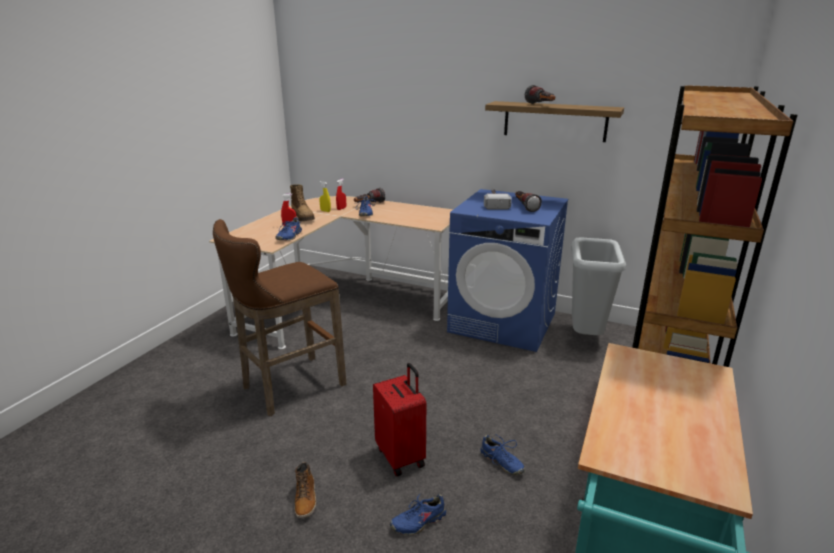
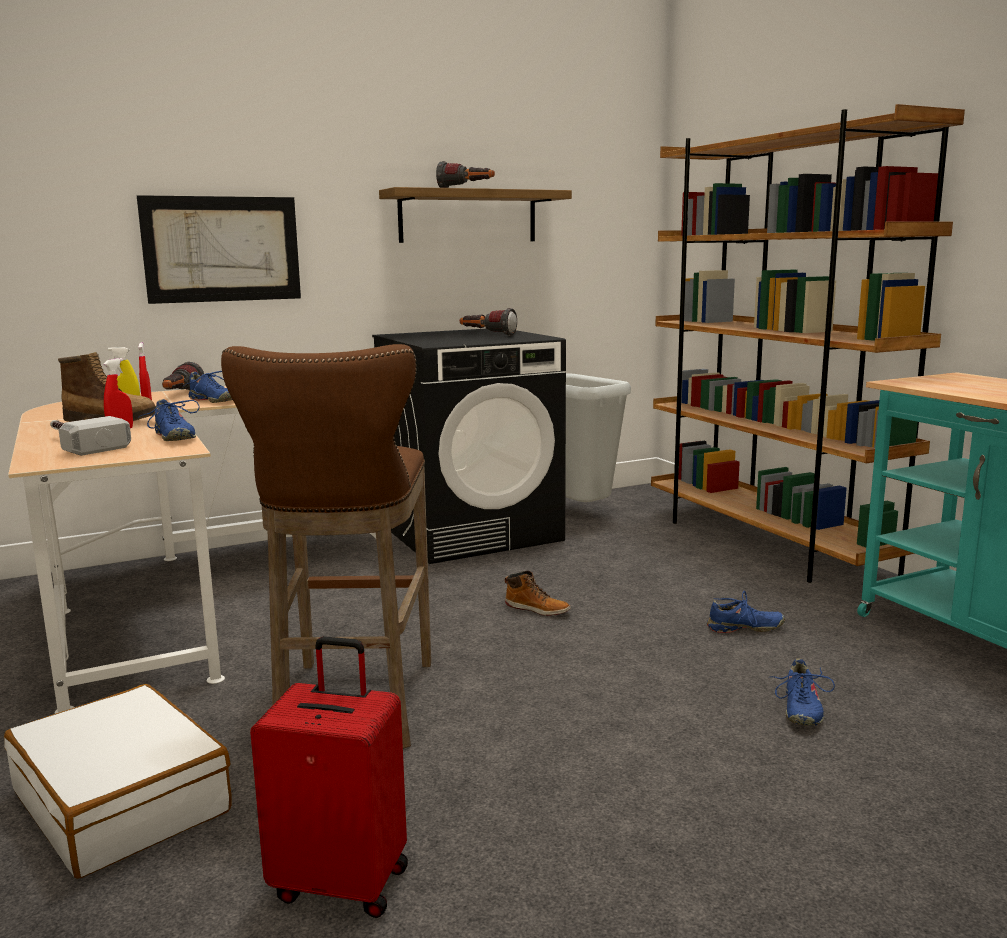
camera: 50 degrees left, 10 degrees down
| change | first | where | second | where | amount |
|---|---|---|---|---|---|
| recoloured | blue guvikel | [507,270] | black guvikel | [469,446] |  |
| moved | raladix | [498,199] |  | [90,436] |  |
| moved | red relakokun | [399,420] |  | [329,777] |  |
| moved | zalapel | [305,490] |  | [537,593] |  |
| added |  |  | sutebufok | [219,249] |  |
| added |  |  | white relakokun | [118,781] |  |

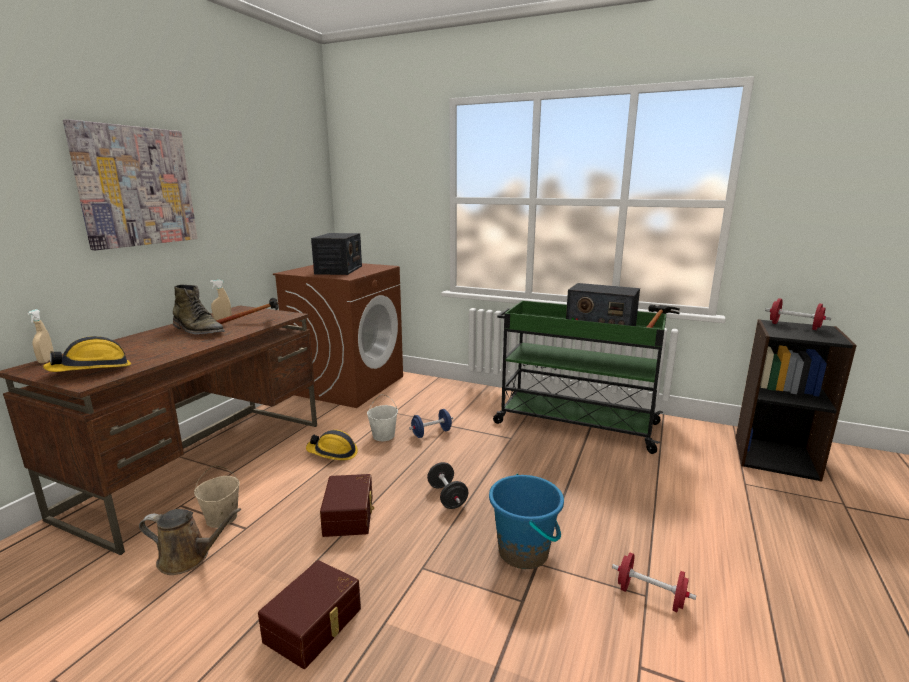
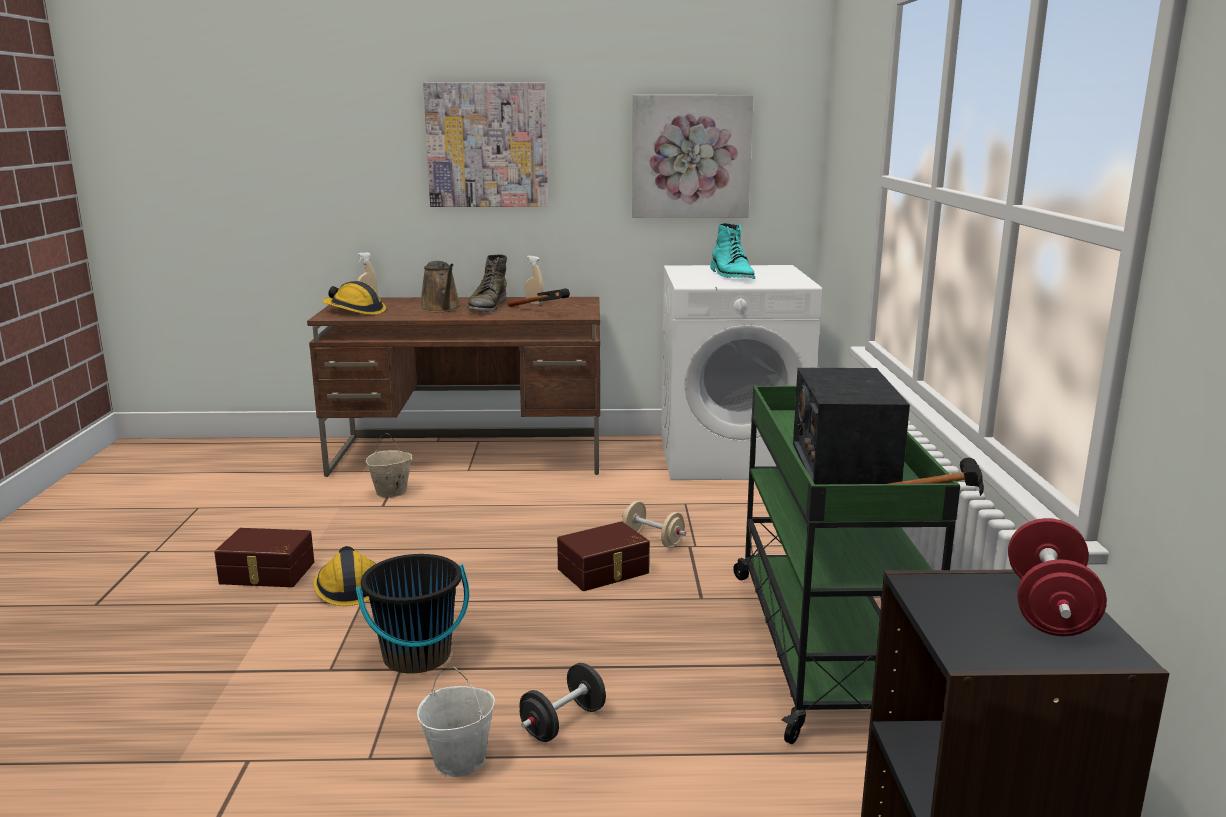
camera: 65 degrees right, 0 degrees up
| change | first | where | second | where | amount |
|---|---|---|---|---|---|
| replaced | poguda | [336,254] | turquoise zalapel | [733,251] |  |
| recoloured | brown guvikel | [338,335] | white guvikel | [741,372] |  |
| moved | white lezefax | [382,417] |  | [456,722] |  |
| recoloured | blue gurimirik | [431,423] | beige gurimirik | [654,524] |  |
| moved | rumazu | [332,445] |  | [344,576] |  |
| moved | black gurimirik | [447,485] |  | [562,702] |  |
| moved | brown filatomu | [347,505] |  | [603,556] |  |
| recoloured | blue lezefax | [526,521] | black lezefax | [412,614] |  |
| moved | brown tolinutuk | [190,541] |  | [440,286] |  |
| removed | red gurimirik | [654,582] |  |  |  |
| added |  |  | sutebufok | [693,156] |  |

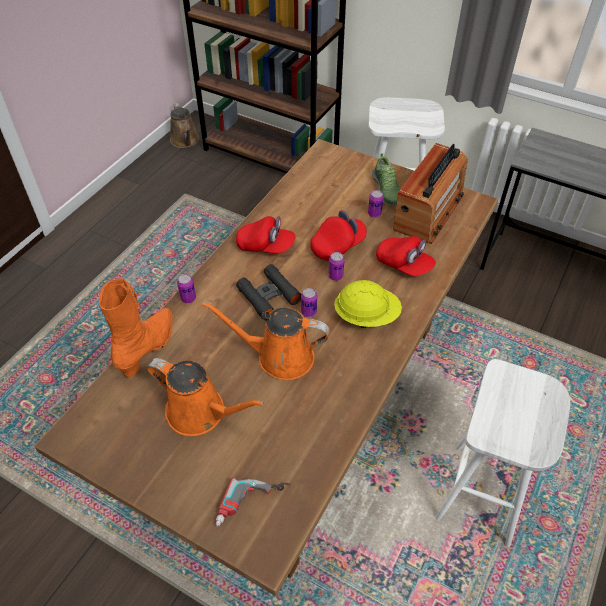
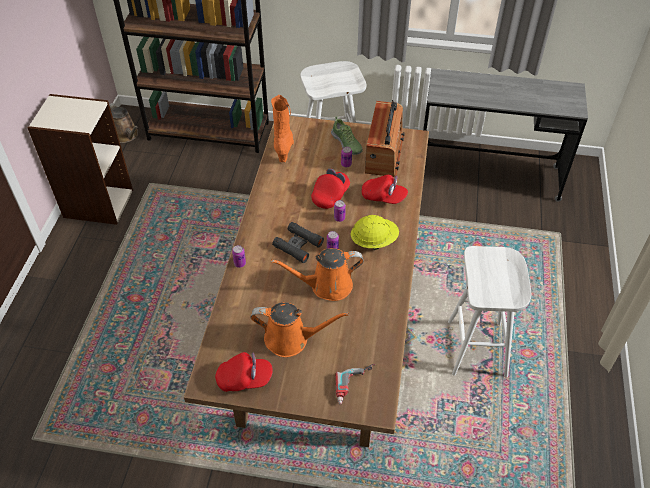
camera: 20 degrees left, 0 degrees up
| change | first | where | second | where | amount |
|---|---|---|---|---|---|
| moved | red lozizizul | [266,235] |  | [244,372] |  |
| moved | orange zalapel | [136,327] |  | [282,128] |  |
| added |  |  | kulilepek | [80,159] |  |

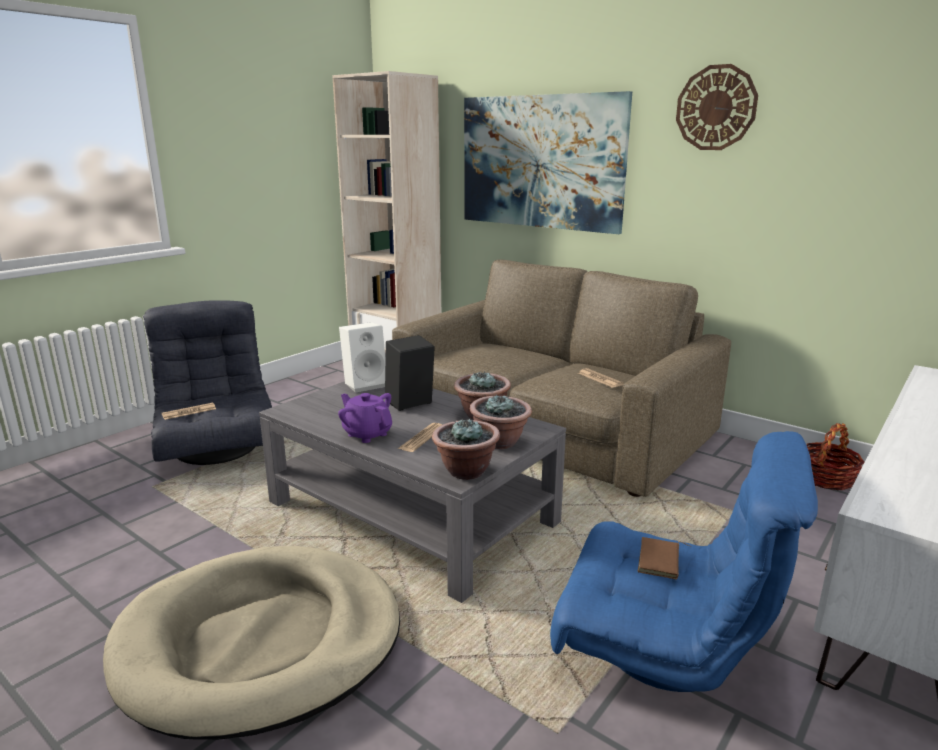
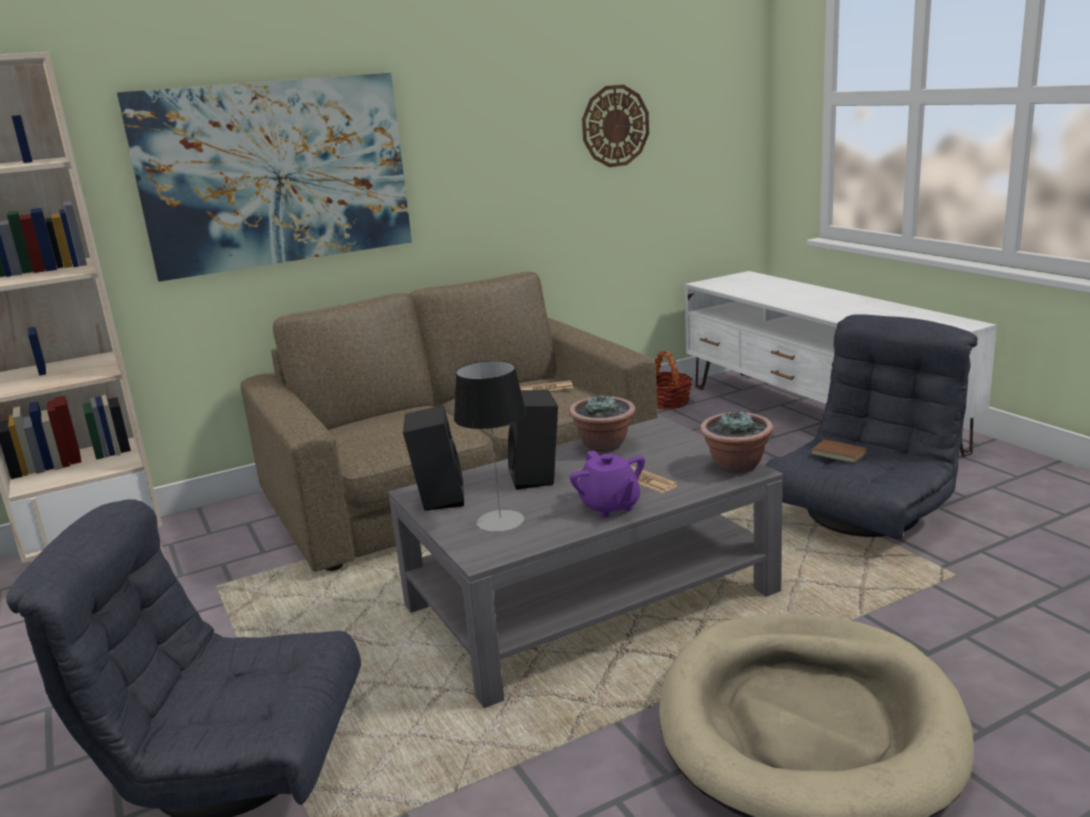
camera: 65 degrees left, 0 degrees up
| change | first | where | second | where | amount |
|---|---|---|---|---|---|
| moved | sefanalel | [717,107] |  | [615,126] |  |
| recoloured | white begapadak | [362,357] | black begapadak | [433,458] |  |
| turned | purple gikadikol | [365,418] |  | [607,484] | 90 degrees counterclockwise |
| removed | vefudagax | [501,421] |  |  |  |
| removed | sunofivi | [189,411] |  |  |  |
| recoloured | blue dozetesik | [684,561] | grey dozetesik | [871,426] |  |
| added |  |  | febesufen | [490,446] |  |

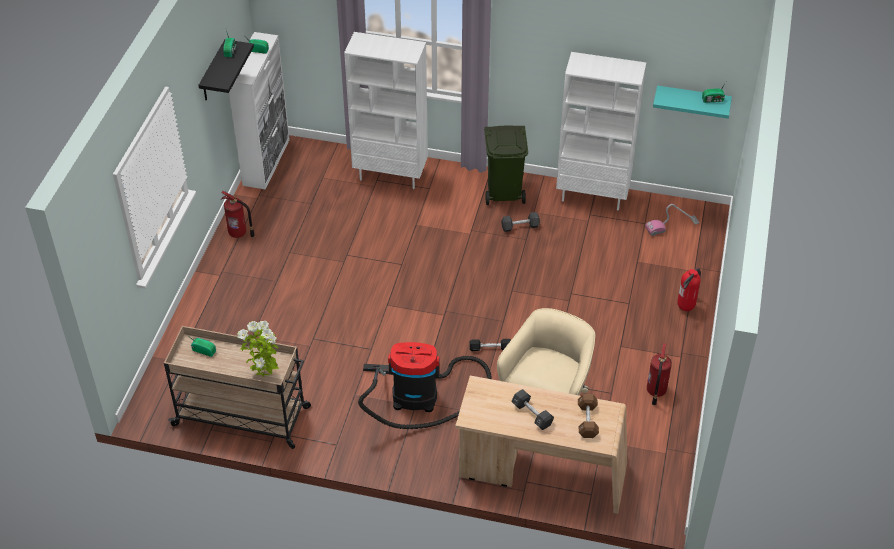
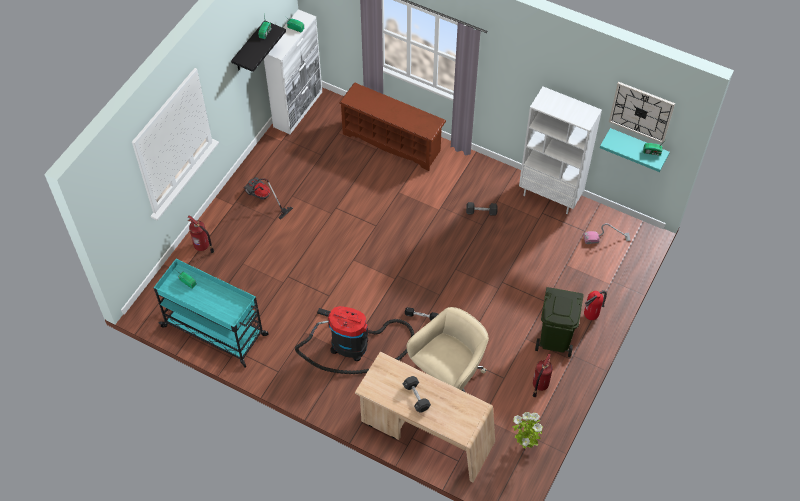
camera: 15 degrees right, 10 degrees up
| change | first | where | second | where | amount |
|---|---|---|---|---|---|
| replaced | white kulilepek | [386,110] | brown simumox | [392,127] |  |
| moved | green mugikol | [506,165] |  | [559,322] |  |
| moved | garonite | [238,214] |  | [201,234] |  |
| moved | vefudagax | [258,349] |  | [527,430] |  |
| recoloured | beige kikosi | [237,387] | turquoise kikosi | [211,313] |  |
| removed | brown gurimirik | [588,416] |  |  |  |
| added |  |  | sefanalel | [642,112] |  |
| added |  |  | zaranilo | [268,198] |  |

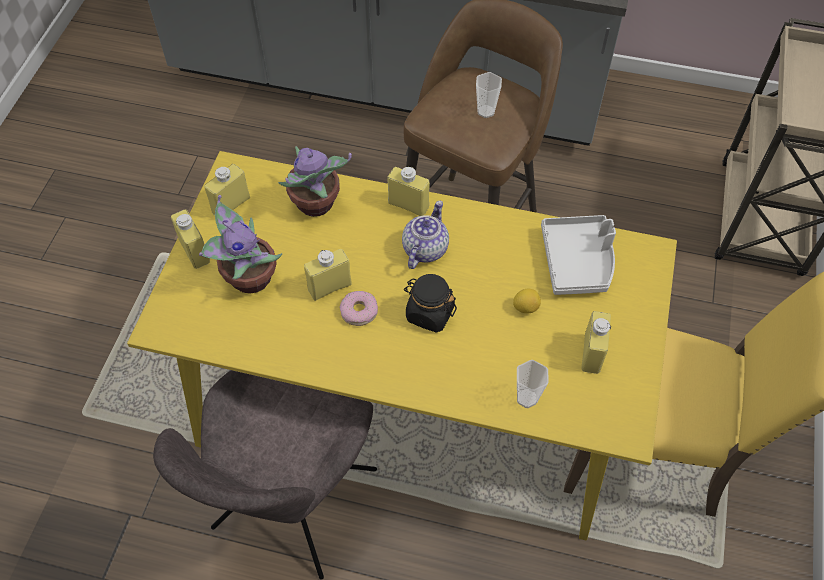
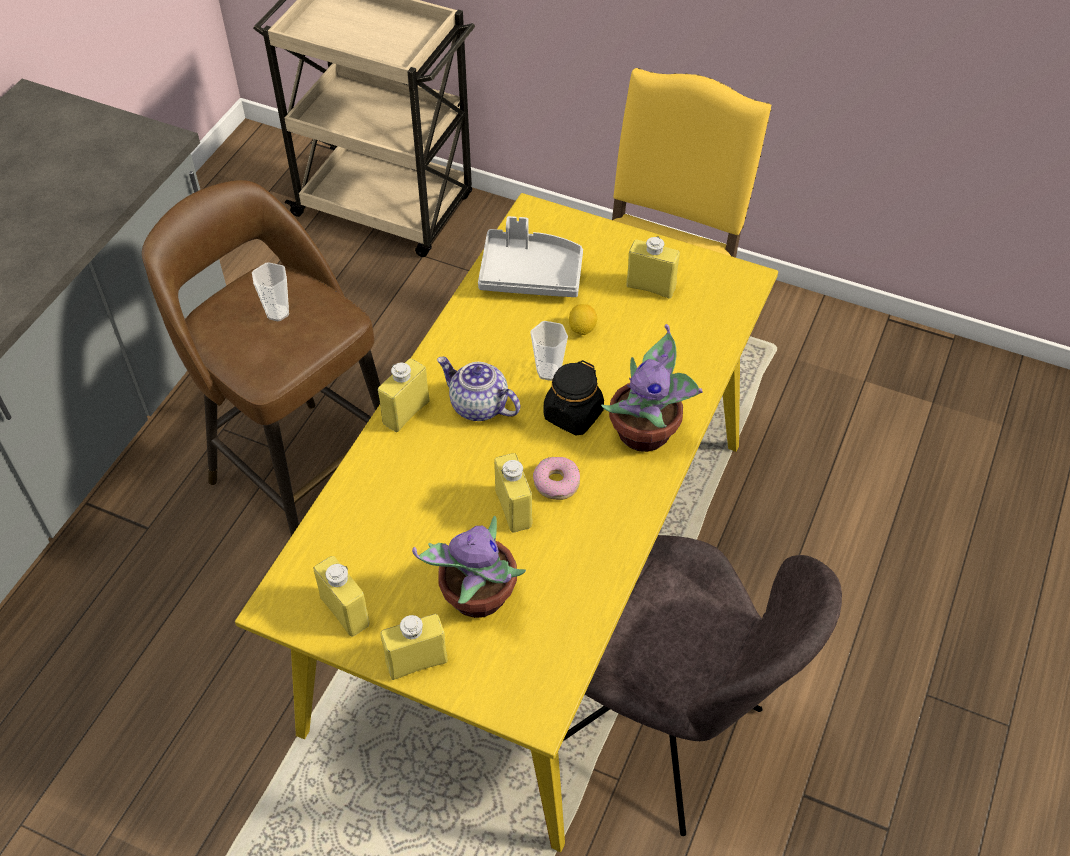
camera: 80 degrees left, 5 degrees down
| change | first | where | second | where | amount |
|---|---|---|---|---|---|
| moved | vefudagax | [315,181] |  | [652,388] |  |
| moved | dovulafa | [533,384] |  | [549,351] |  |

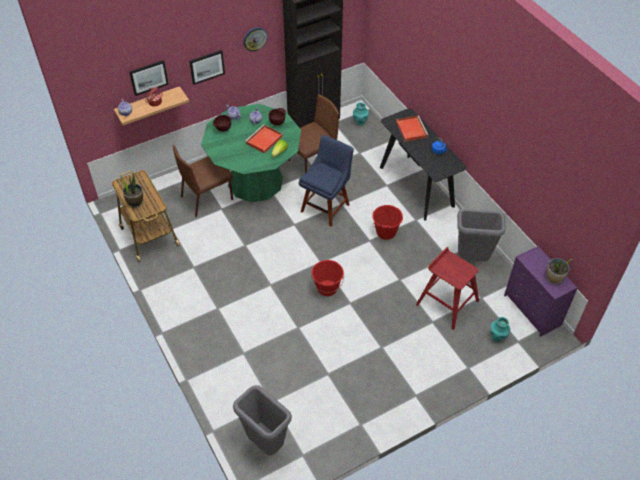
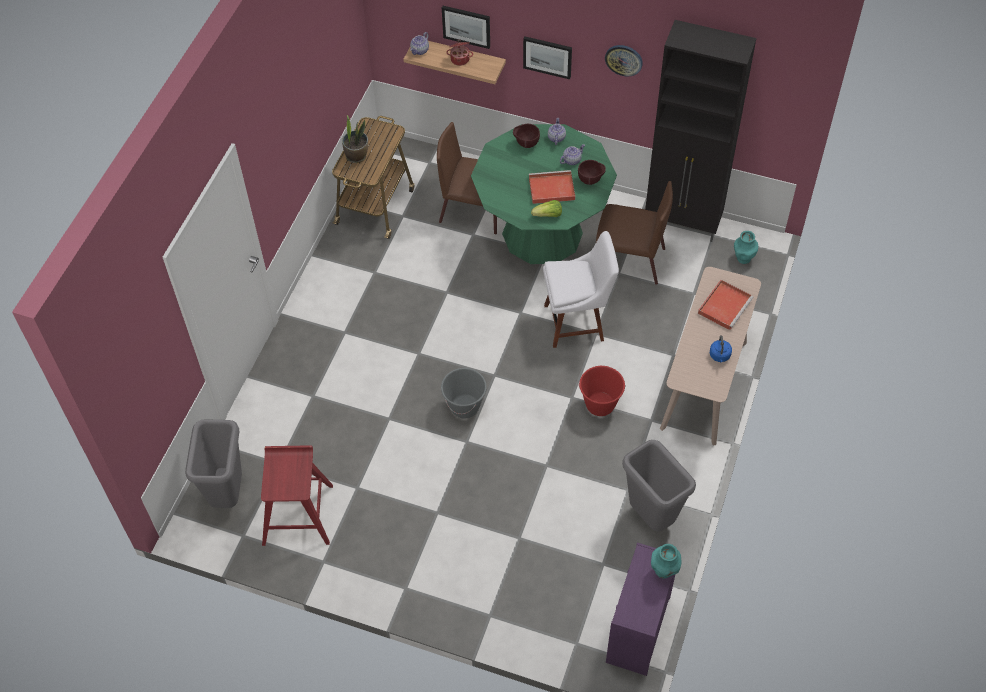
camera: 50 degrees right, 5 degrees up
| change | first | where | second | where | amount |
|---|---|---|---|---|---|
| recoloured | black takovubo | [423,164] | beige takovubo | [710,356] |  |
| recoloured | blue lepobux | [326,181] | white lepobux | [581,289] |  |
| moved | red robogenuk | [447,288] |  | [297,495] |  |
| removed | vefudagax | [559,271] |  |  |  |
| recoloured | red lezefax | [327,278] | grey lezefax | [464,393] |  |
| moved | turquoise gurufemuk | [500,329] |  | [666,561] |  |

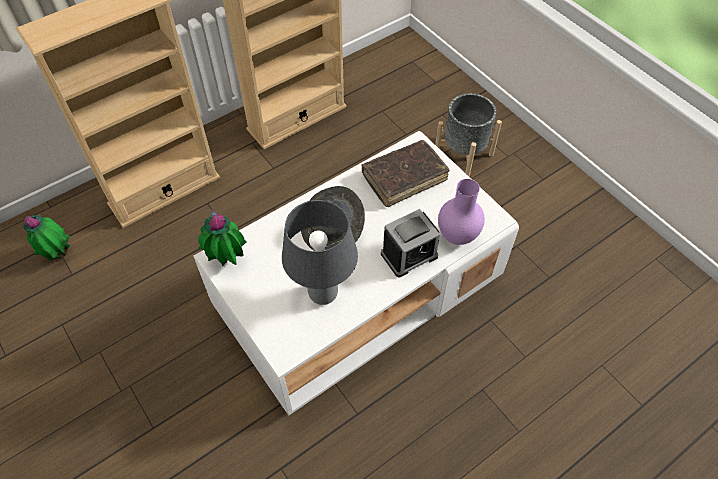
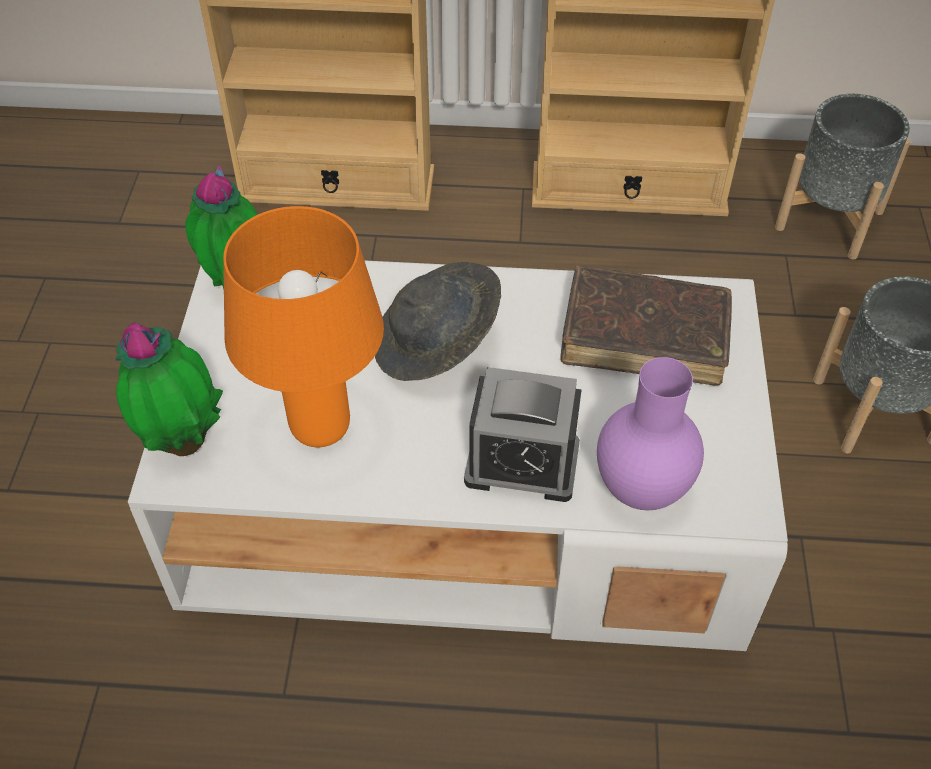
camera: 40 degrees right, 5 degrees down
| change | first | where | second | where | amount |
|---|---|---|---|---|---|
| recoloured | grey febesufen | [320,252] | orange febesufen | [303,326] |  |
| moved | vefudagax | [46,237] |  | [169,389] |  |
| added |  |  | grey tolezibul | [843,177] |  |

